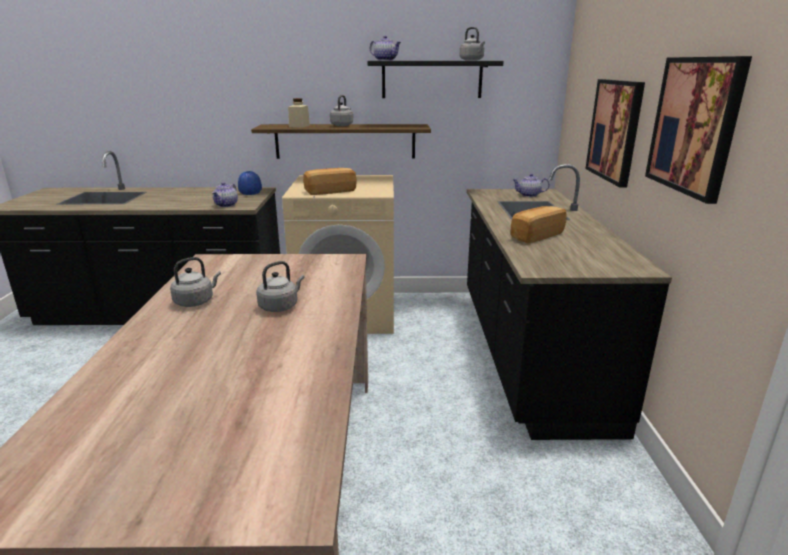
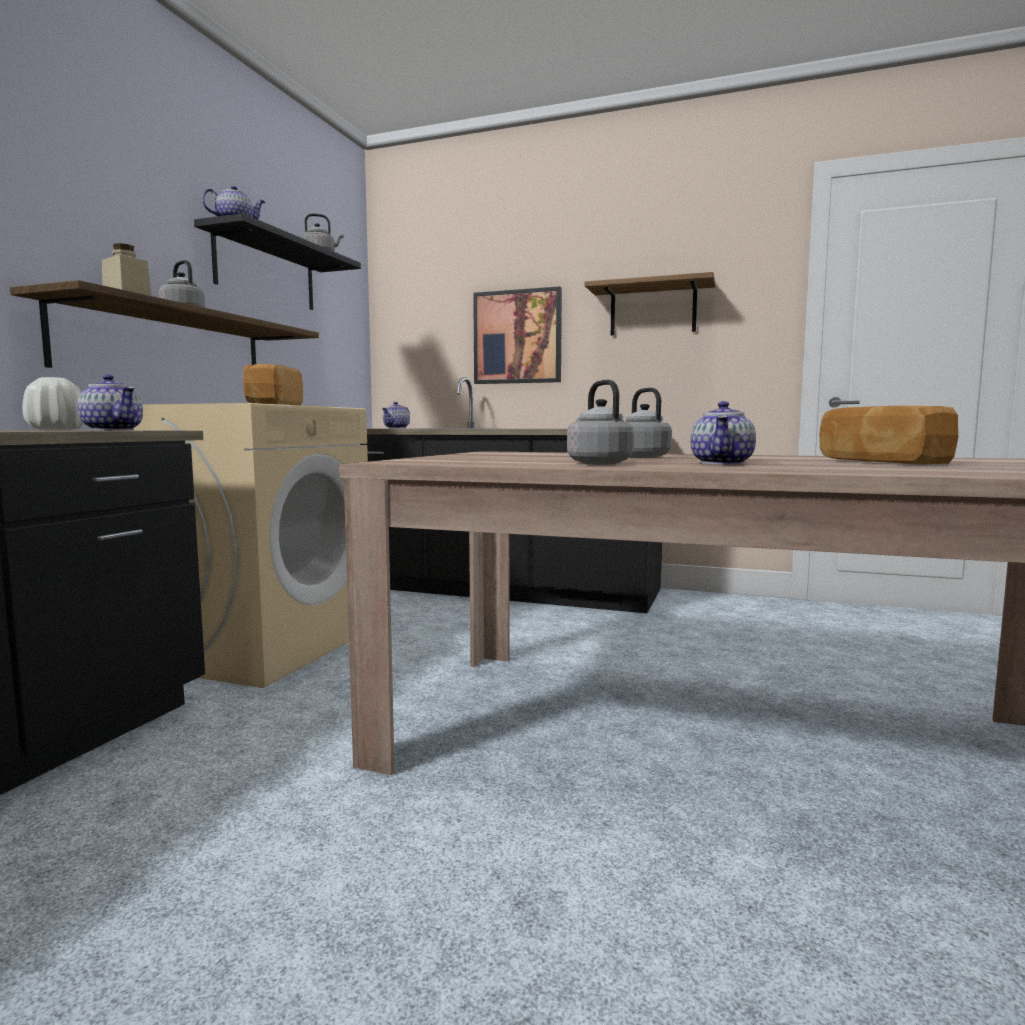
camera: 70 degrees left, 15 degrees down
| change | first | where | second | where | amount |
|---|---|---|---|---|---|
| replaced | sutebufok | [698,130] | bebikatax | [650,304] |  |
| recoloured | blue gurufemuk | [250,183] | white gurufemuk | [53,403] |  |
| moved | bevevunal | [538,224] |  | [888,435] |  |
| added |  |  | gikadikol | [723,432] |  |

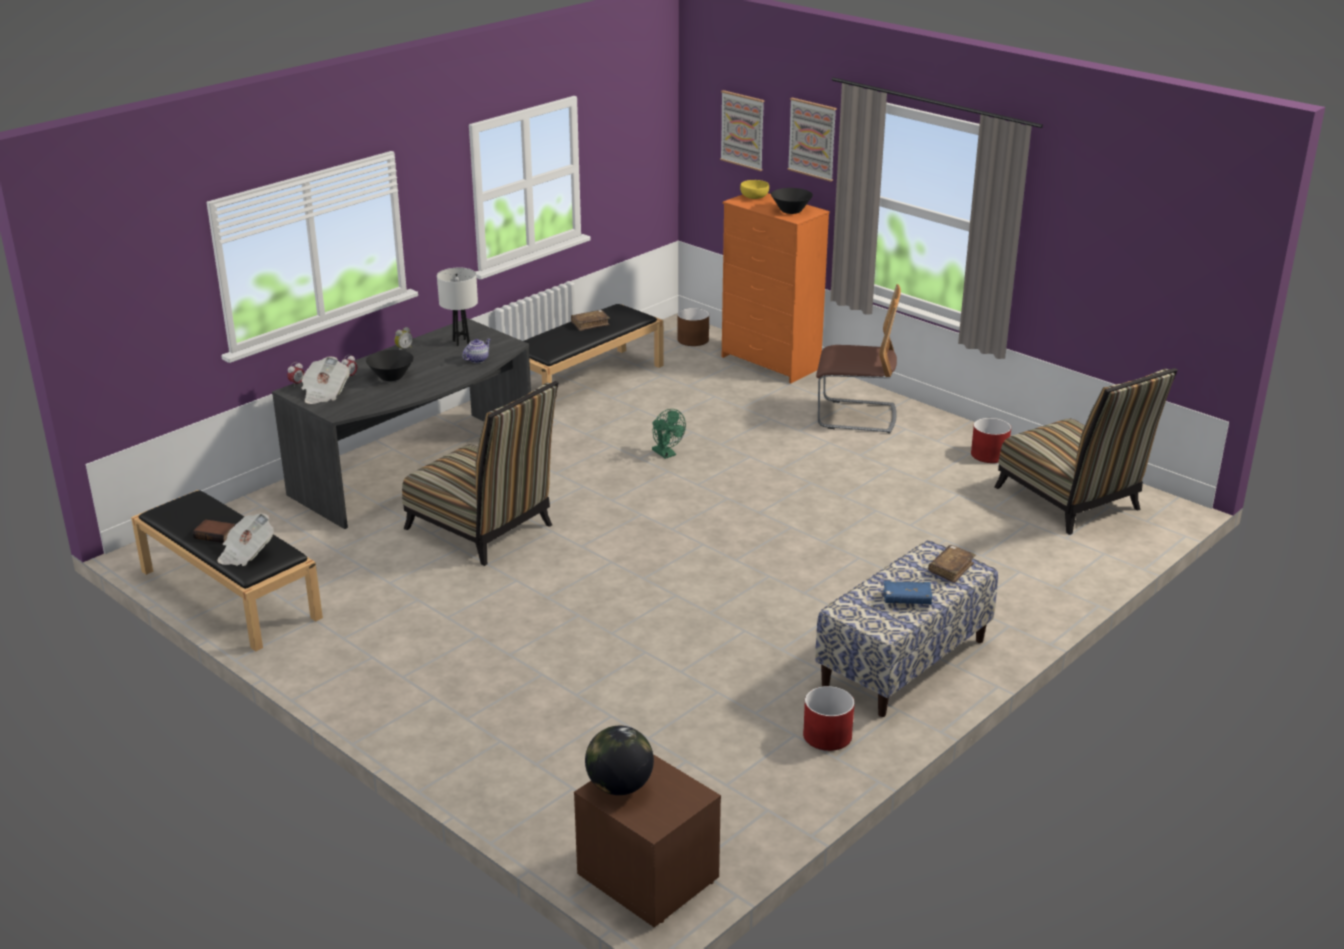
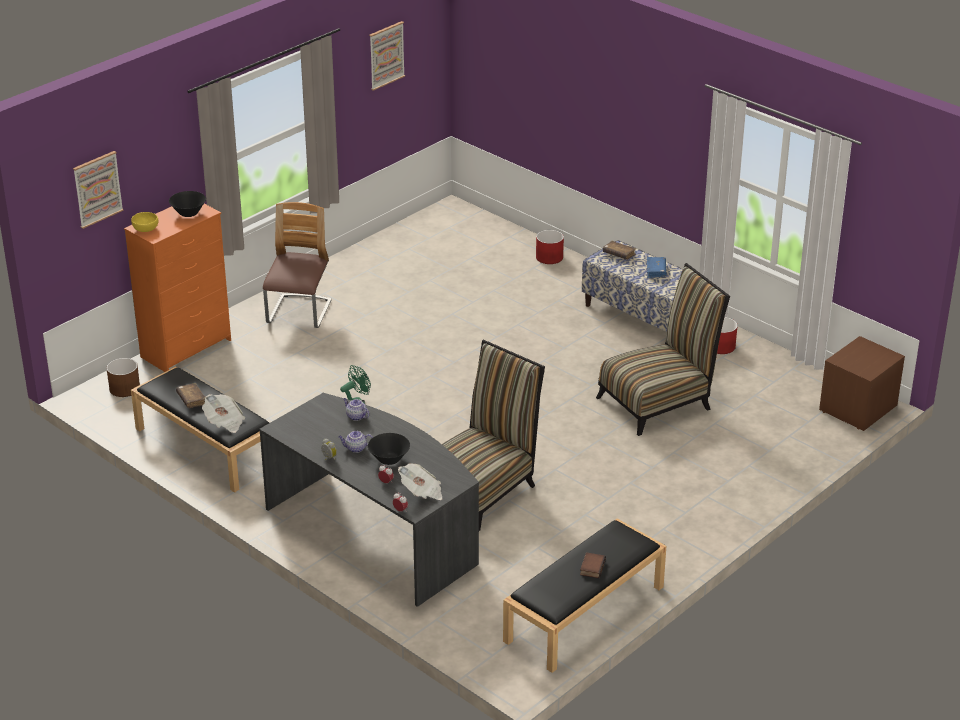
camera: 90 degrees left, 5 degrees up
| change | first | where | second | where | amount |
|---|---|---|---|---|---|
| moved | sutebufok | [812,140] |  | [387,56] |  |
| removed | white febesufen | [457,307] |  |  |  |
| moved | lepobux | [1086,451] |  | [663,349] |  |
| moved | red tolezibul | [991,440] |  | [550,247] |  |
| moved | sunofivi | [245,539] |  | [223,413] |  |
| removed | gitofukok | [619,760] |  |  |  |
| added |  |  | gikadikol | [355,442] |  |

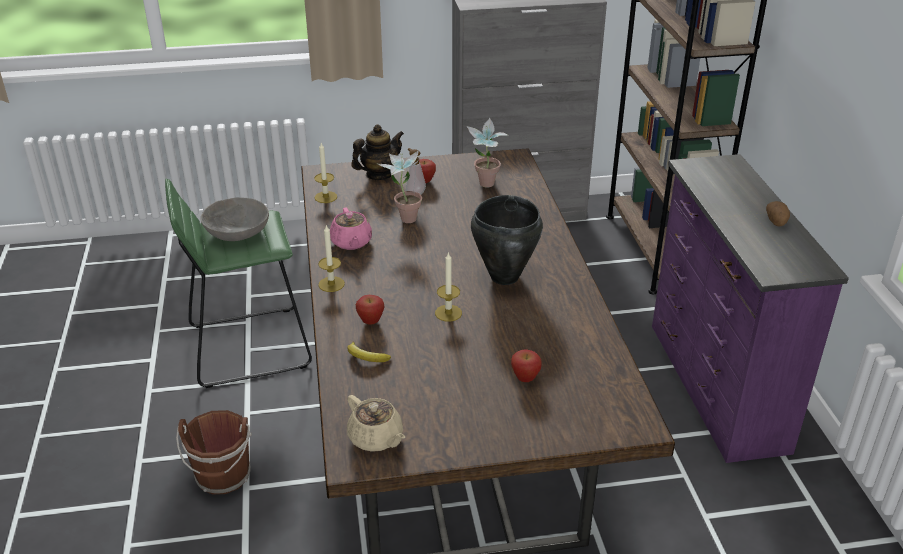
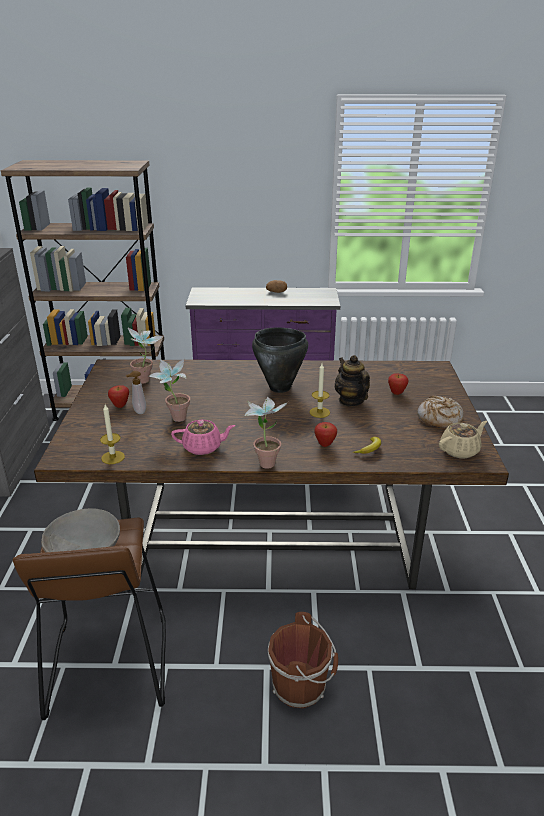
camera: 80 degrees left, 5 degrees down
| change | first | where | second | where | amount |
|---|---|---|---|---|---|
| moved | gikadikol | [377,152] |  | [352,381] |  |
| recoloured | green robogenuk | [238,283] | brown robogenuk | [89,619] |  |
| replaced | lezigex | [331,258] | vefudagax | [266,433] |  |
| added |  |  | bevevunal | [440,412] |  |

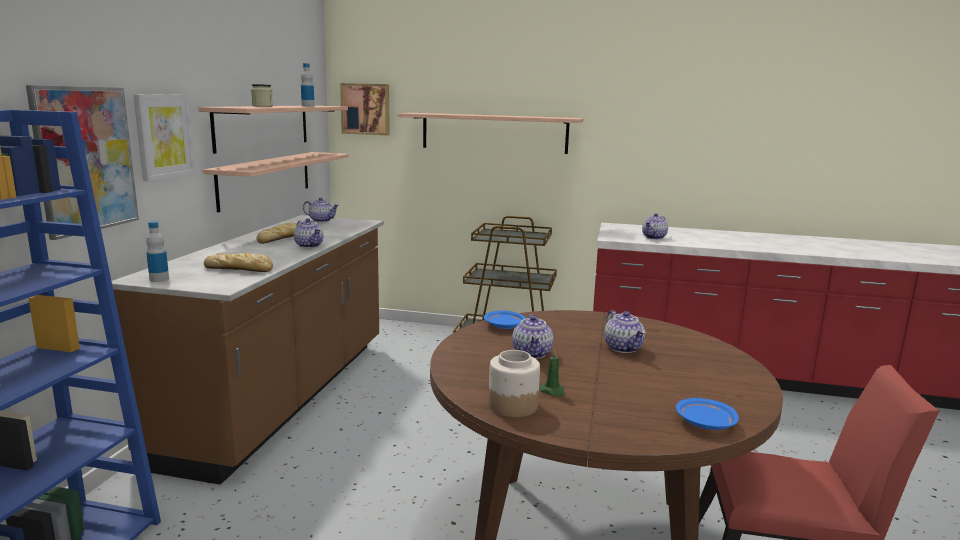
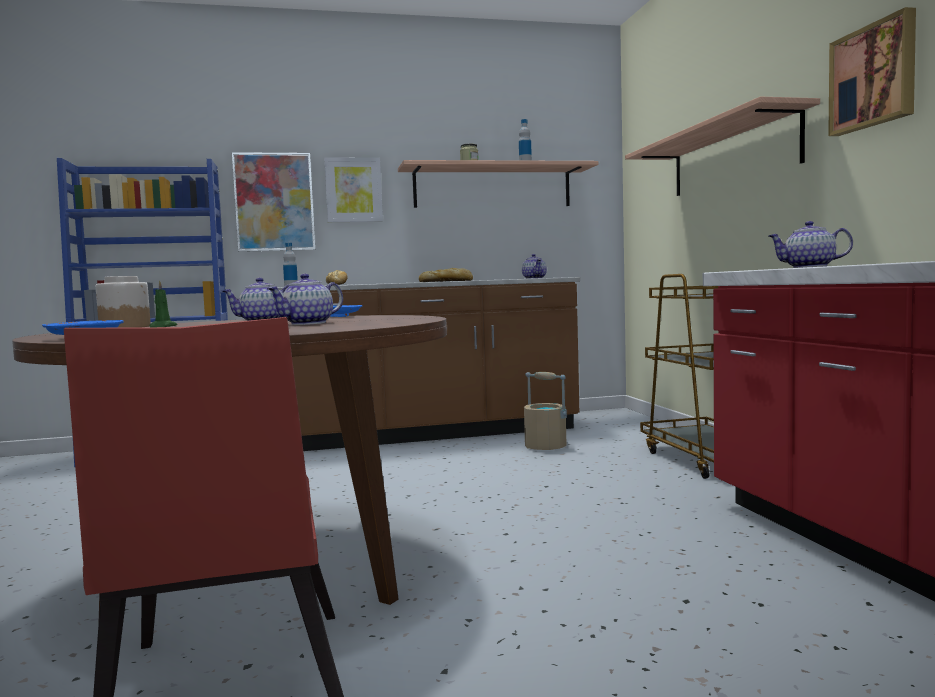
camera: 65 degrees right, 10 degrees down
| change | first | where | second | where | amount |
|---|---|---|---|---|---|
| moved | sutebufok | [365,109] |  | [872,71] |  |
| removed | bebikatax | [276,182] |  |  |  |
| removed | gikadikol | [309,233] |  |  |  |
| added |  |  | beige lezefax | [545,411] |  |

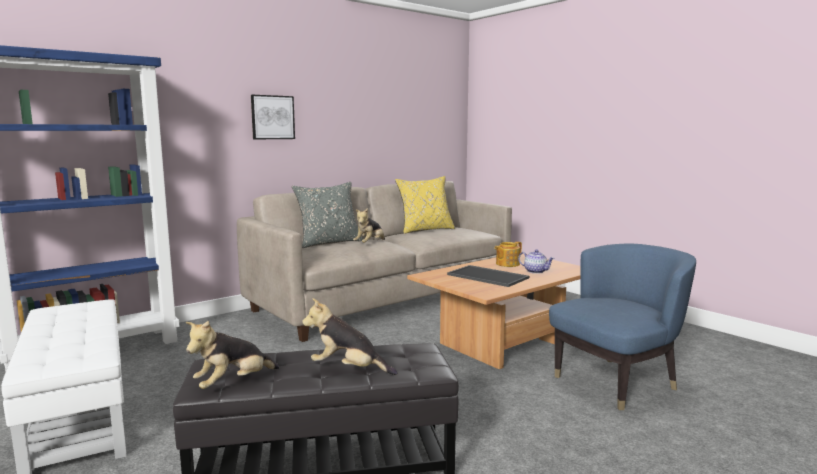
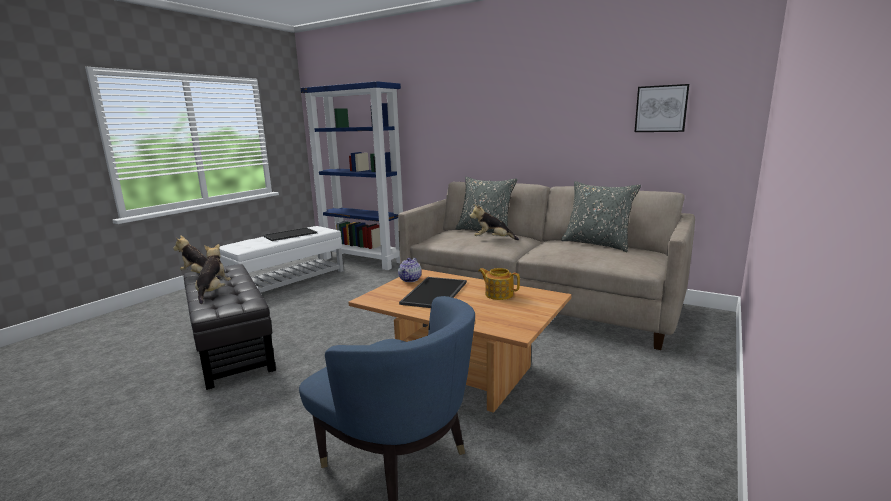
camera: 70 degrees right, 5 degrees up
| change | first | where | second | where | amount |
|---|---|---|---|---|---|
| moved | sutebufok | [273,117] |  | [662,108] |  |
| recoloured | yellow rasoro | [425,205] | grey rasoro | [601,216] |  |
| moved | gikadikol | [536,262] |  | [410,270] |  |
| added |  |  | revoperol | [290,234] |  |

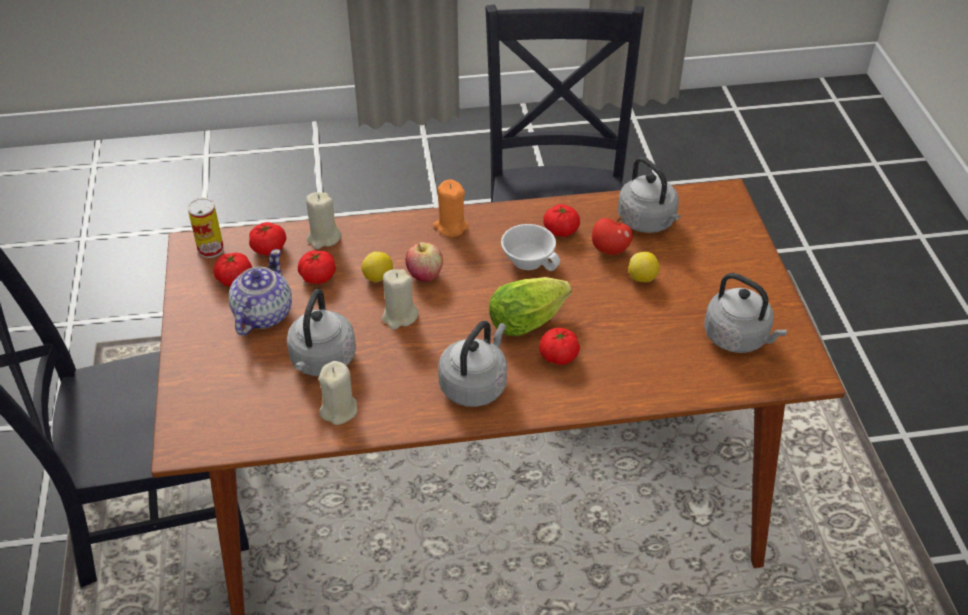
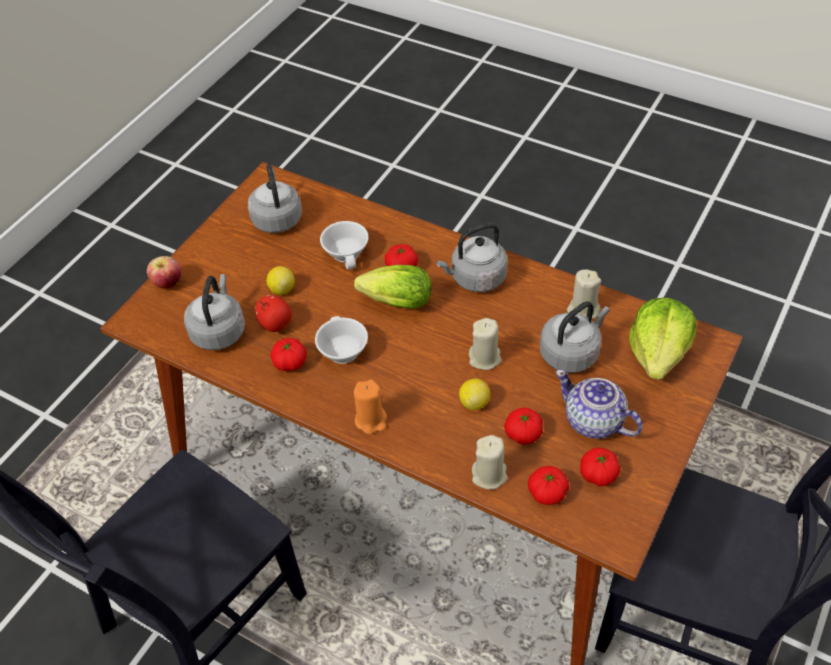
camera: 140 degrees left, 5 degrees up
| change | first | where | second | where | amount |
|---|---|---|---|---|---|
| removed | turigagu | [205,228] |  |  |  |
| moved | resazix | [424,262] |  | [164,272] |  |
| turned | gikadikol | [260,292] |  | [599,404] | 75 degrees clockwise |
| added |  |  | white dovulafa | [344,245] |  |
| added |  |  | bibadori | [662,339] |  |

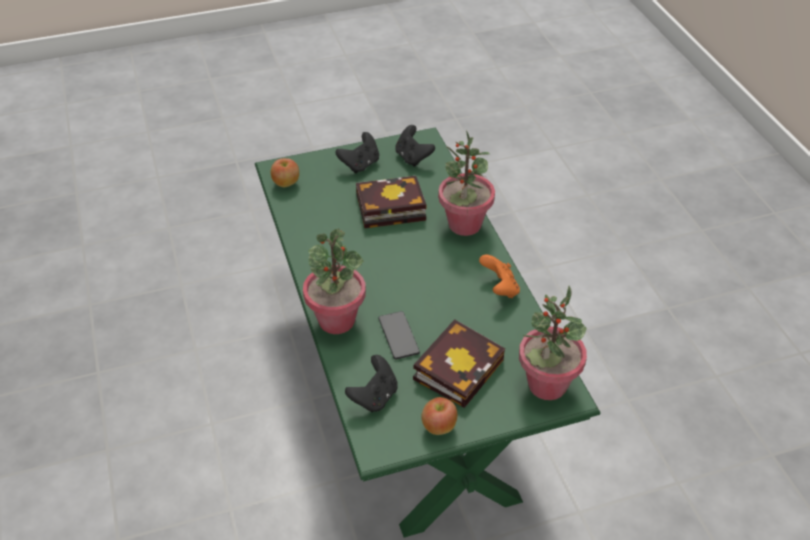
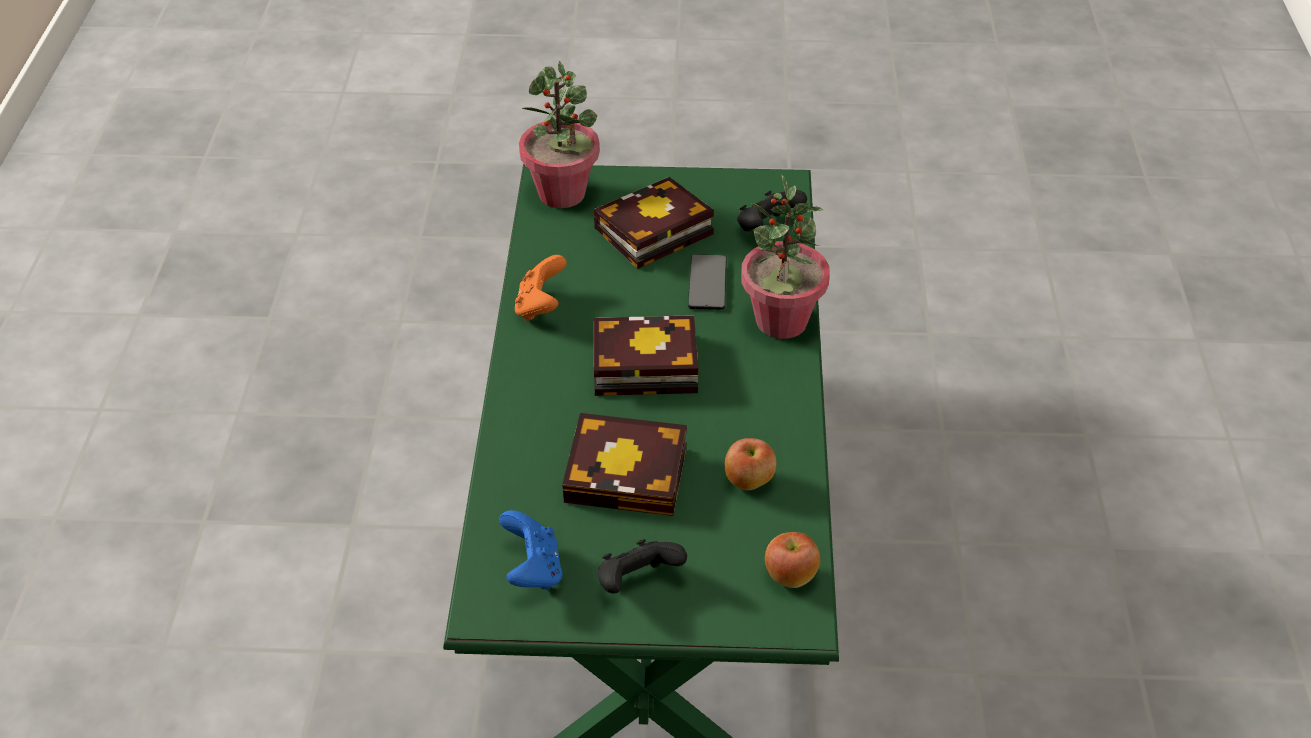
camera: 160 degrees left, 0 degrees up
| change | first | where | second | where | amount |
|---|---|---|---|---|---|
| recoloured | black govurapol | [415,146] | blue govurapol | [531,550] |  |
| removed | vefudagax | [466,183] |  |  |  |
| moved | resazix | [439,416] |  | [750,464] |  |
| added |  |  | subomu | [646,355] |  |

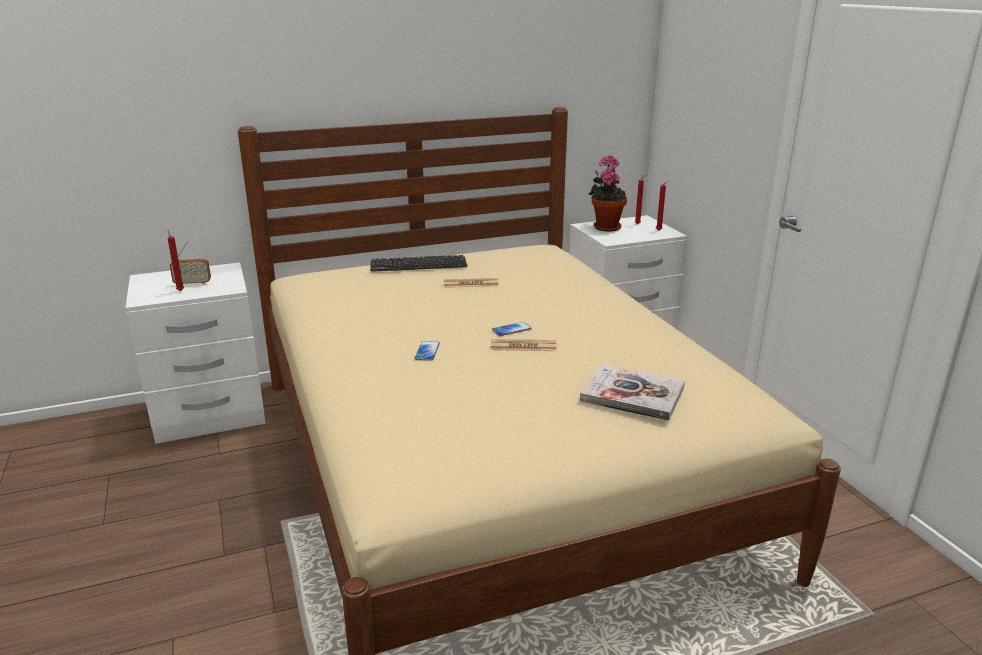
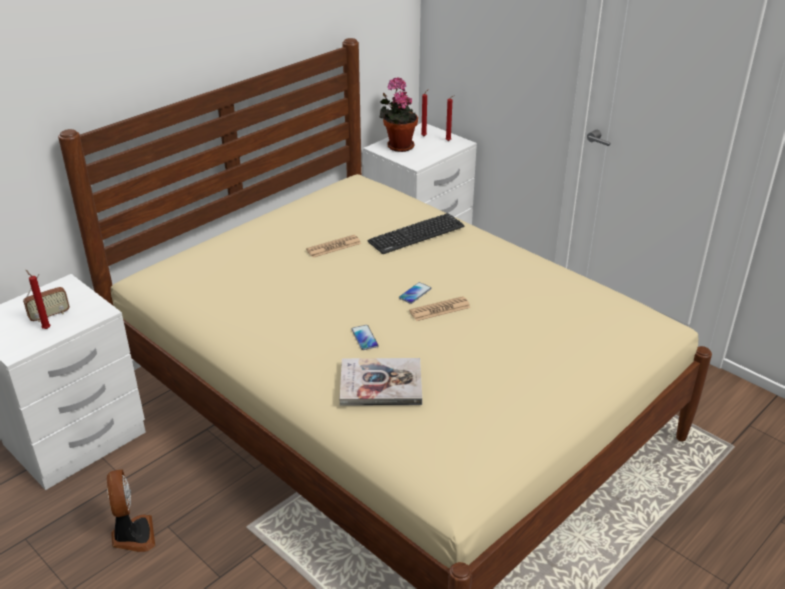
camera: 25 degrees left, 10 degrees up
| change | first | where | second | where | amount |
|---|---|---|---|---|---|
| moved | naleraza | [418,263] |  | [416,233] |  |
| moved | subomu | [632,392] |  | [381,382] |  |
| added |  |  | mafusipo | [131,511] |  |

